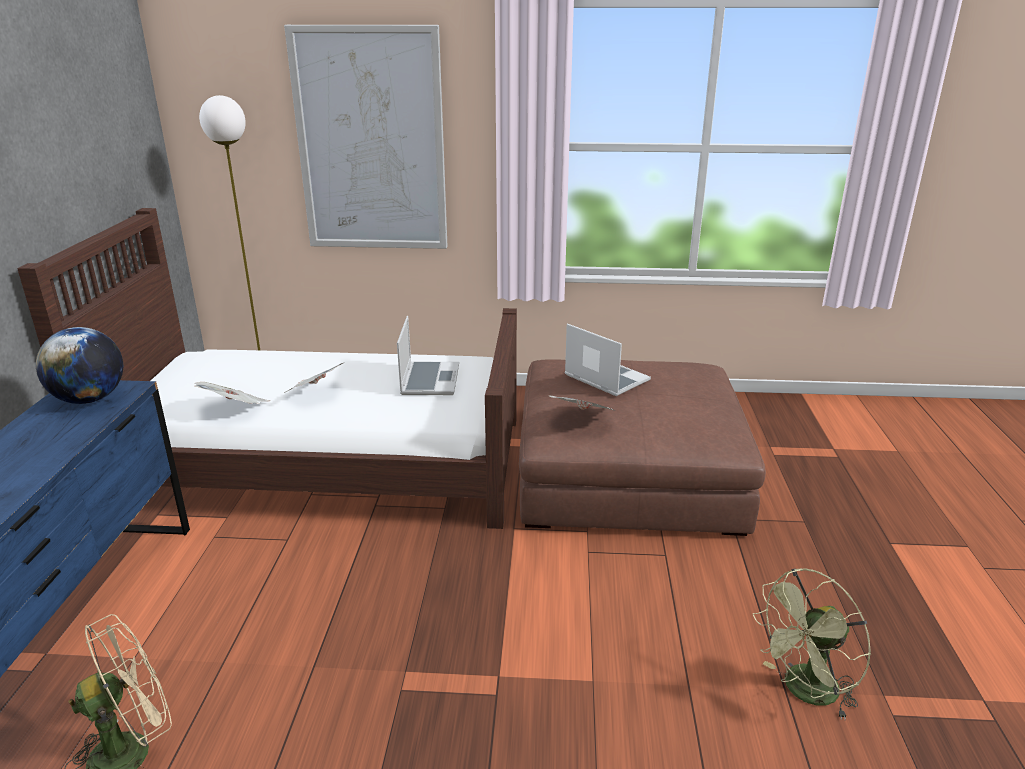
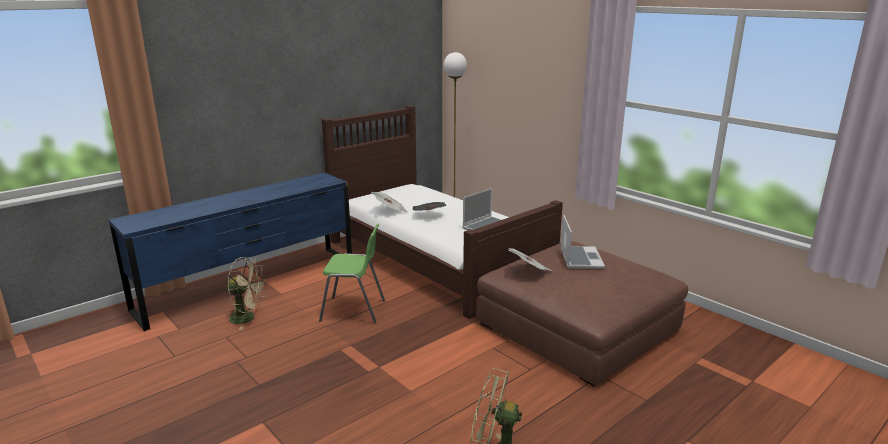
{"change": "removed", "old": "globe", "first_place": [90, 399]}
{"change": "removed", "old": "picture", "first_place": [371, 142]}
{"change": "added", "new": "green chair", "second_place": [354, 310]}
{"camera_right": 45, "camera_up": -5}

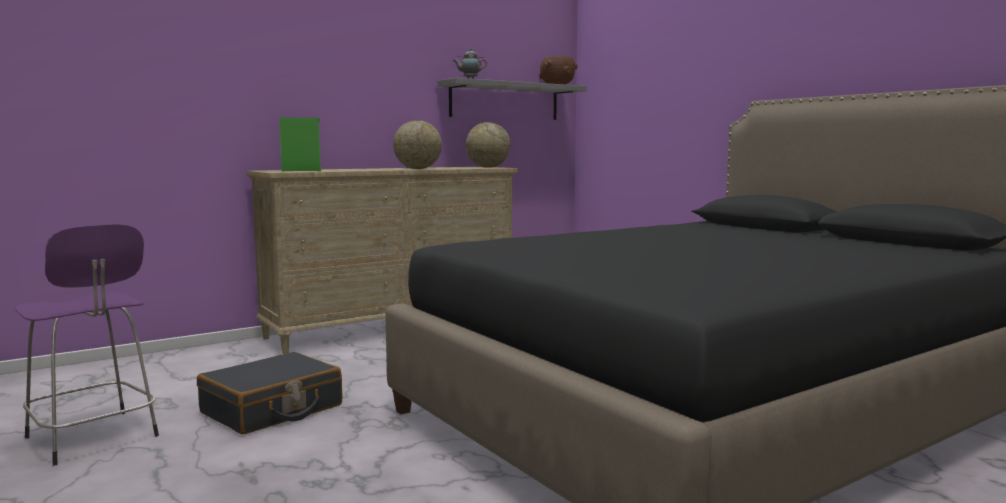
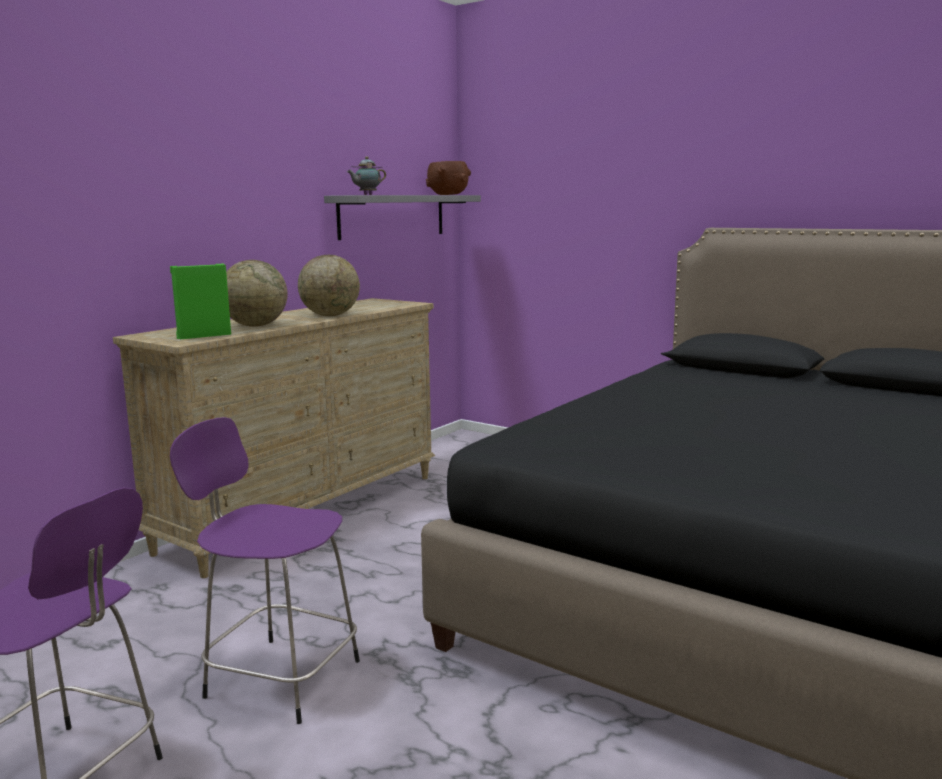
{"change": "moved", "old": "globe", "first_place": [488, 167], "second_place": [255, 325]}
{"change": "replaced", "old": "black suitcase", "new": "purple stool", "first_place": [272, 410], "second_place": [279, 677]}
{"camera_right": -20, "camera_up": 5}

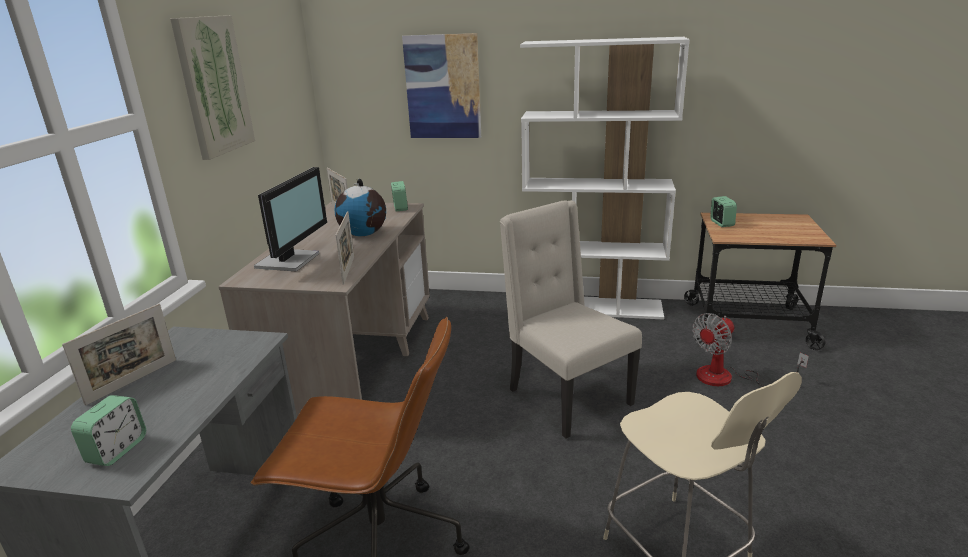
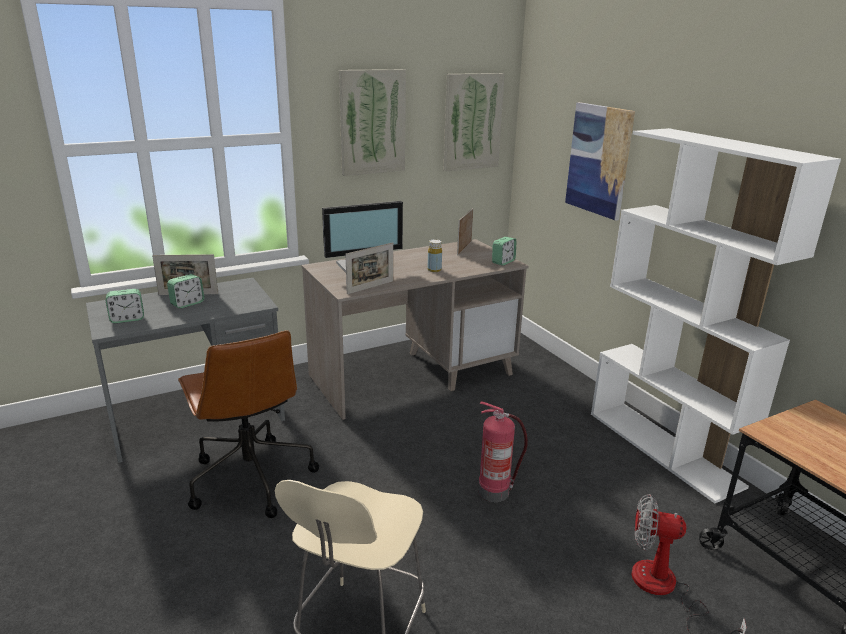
{"change": "added", "new": "picture", "second_place": [472, 122]}
{"change": "moved", "old": "alarm clock", "first_place": [721, 223], "second_place": [187, 303]}
{"change": "replaced", "old": "globe", "new": "yellow bottle", "first_place": [364, 234], "second_place": [434, 270]}
{"change": "replaced", "old": "beige chair", "new": "fire extinguisher", "first_place": [566, 397], "second_place": [495, 492]}
{"camera_right": 50, "camera_up": 0}

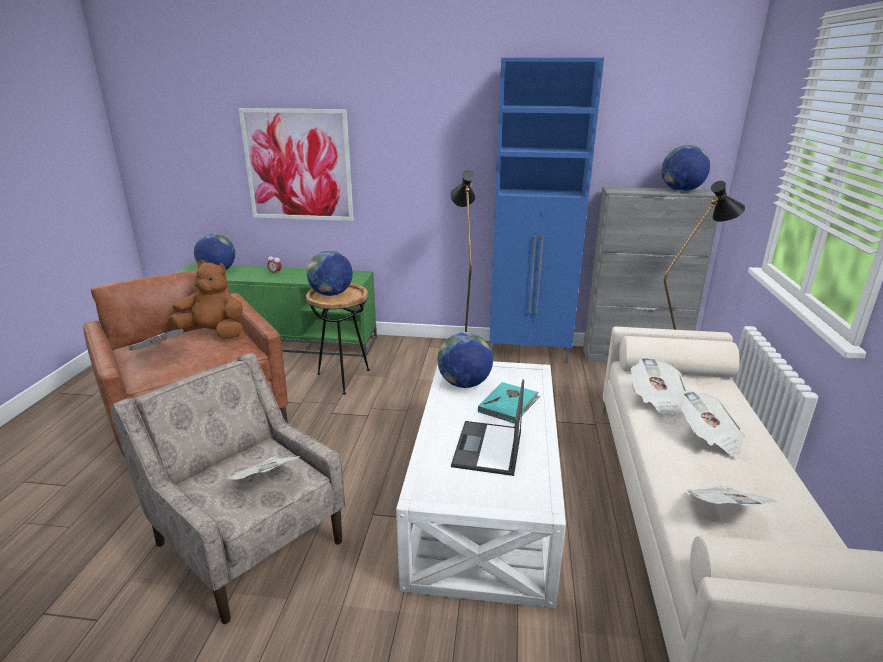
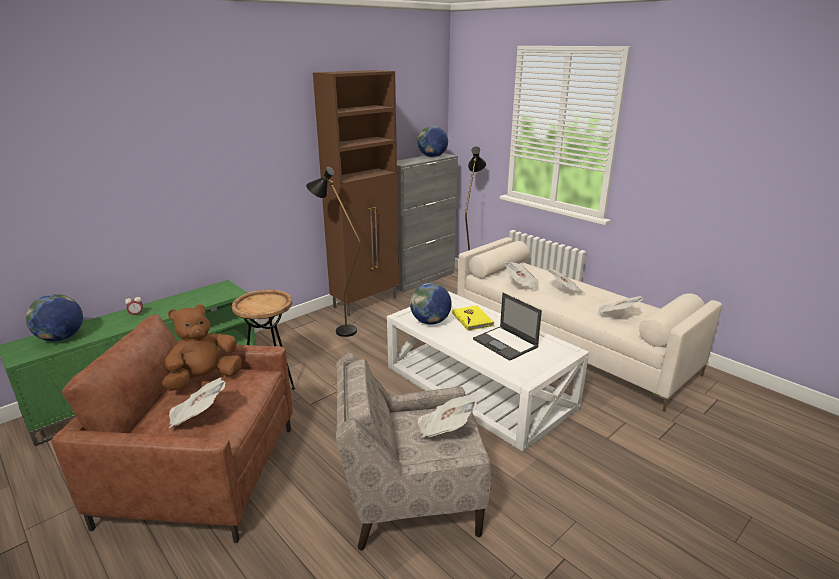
{"change": "removed", "old": "picture", "first_place": [298, 165]}
{"change": "removed", "old": "globe", "first_place": [331, 294]}
{"change": "recoloured", "old": "turquoise book", "new": "yellow book", "first_place": [509, 404], "second_place": [473, 319]}
{"change": "recoloured", "old": "blue cabinet", "new": "brown cabinet", "first_place": [530, 354], "second_place": [366, 302]}
{"camera_right": -50, "camera_up": 0}

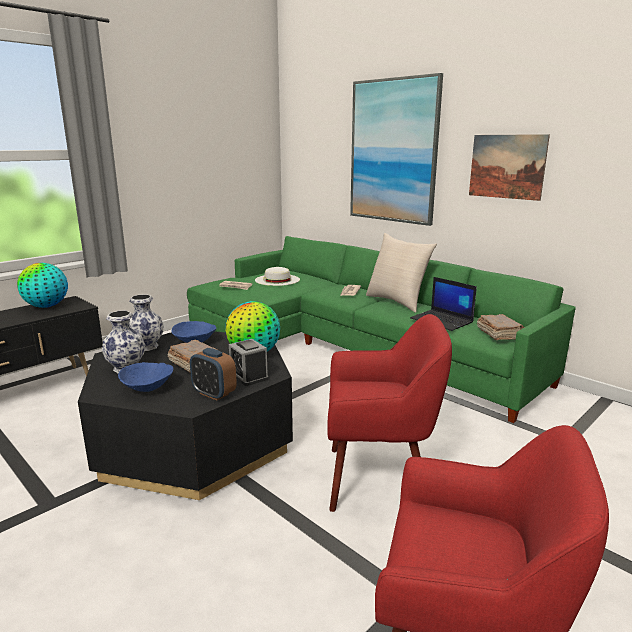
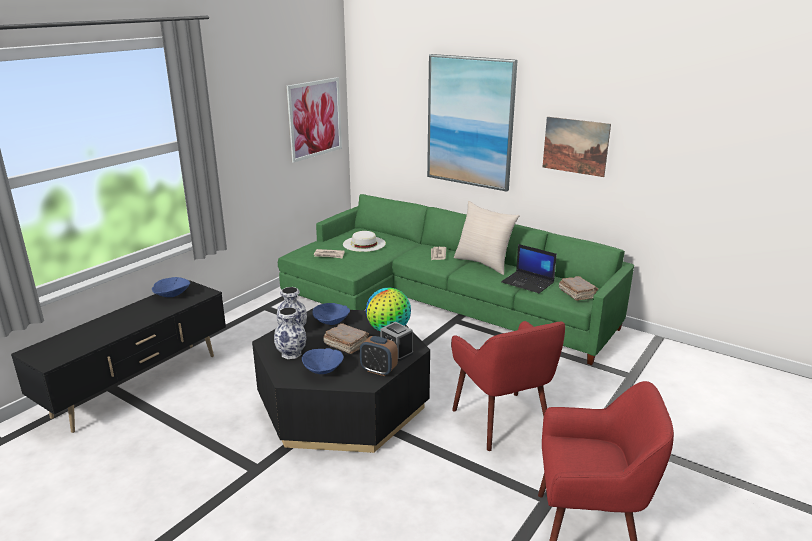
{"change": "added", "new": "picture", "second_place": [315, 119]}
{"change": "replaced", "old": "globe", "new": "blue bowl", "first_place": [46, 306], "second_place": [172, 295]}
{"change": "turned", "old": "red armchair", "first_place": [379, 479], "second_place": [502, 421], "degrees": 75}
{"camera_right": -10, "camera_up": 5}

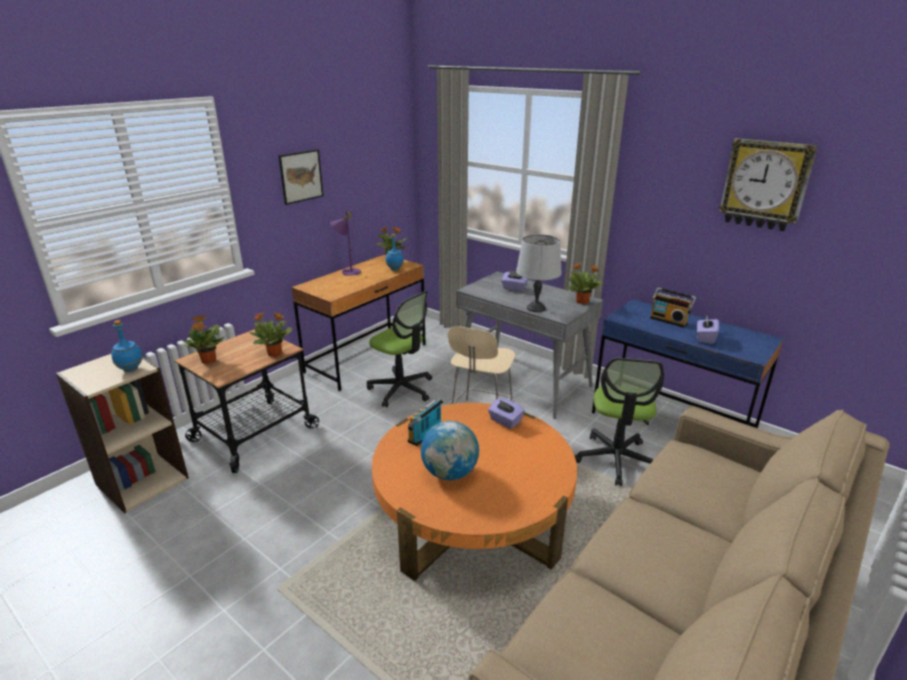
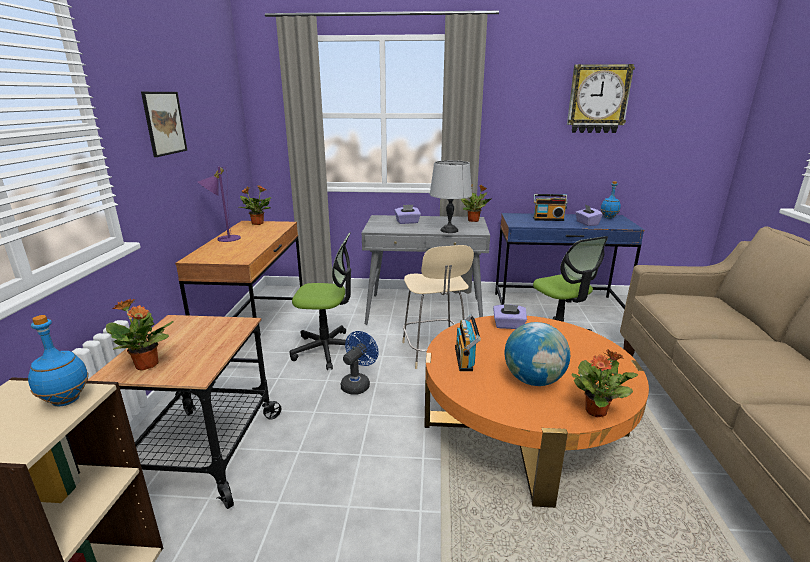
{"change": "added", "new": "blue fan", "second_place": [358, 384]}
{"change": "moved", "old": "potted plant", "first_place": [275, 354], "second_place": [596, 411]}
{"change": "moved", "old": "blue bottle", "first_place": [395, 269], "second_place": [608, 217]}
{"camera_right": -35, "camera_up": -5}

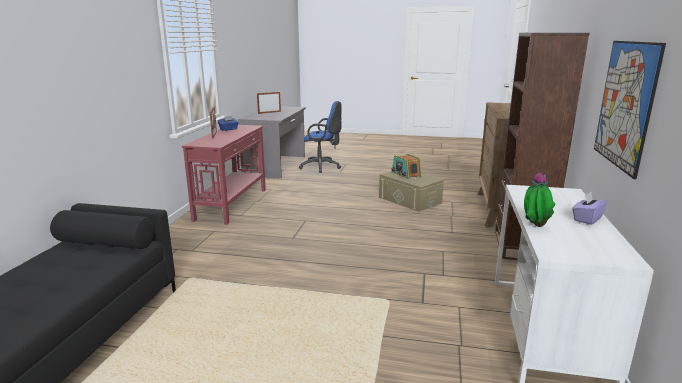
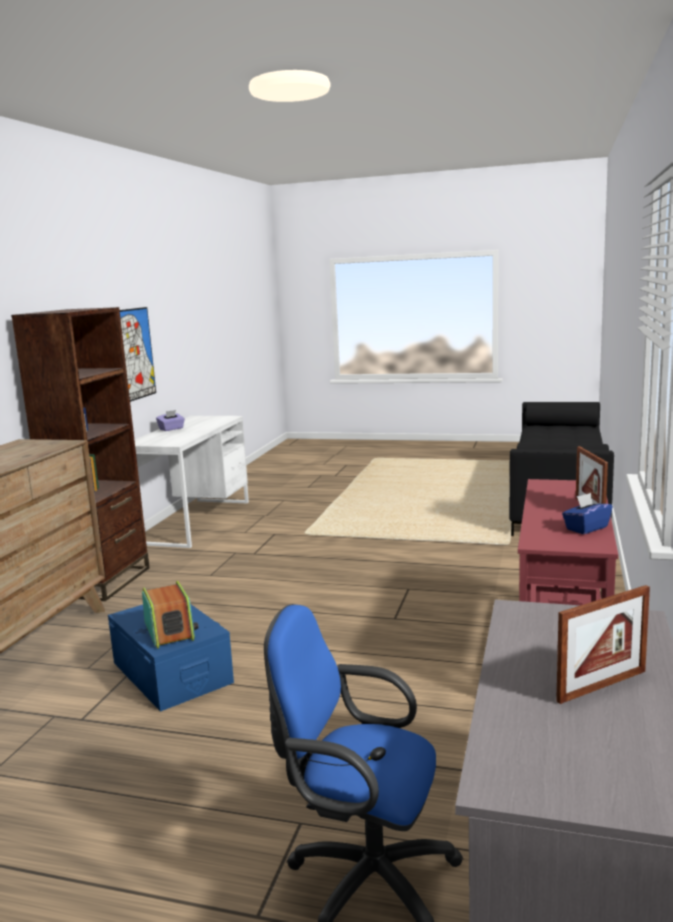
{"change": "removed", "old": "potted plant", "first_place": [534, 226]}
{"change": "recoloured", "old": "beige storage box", "new": "blue storage box", "first_place": [409, 200], "second_place": [171, 672]}
{"camera_right": -175, "camera_up": -5}

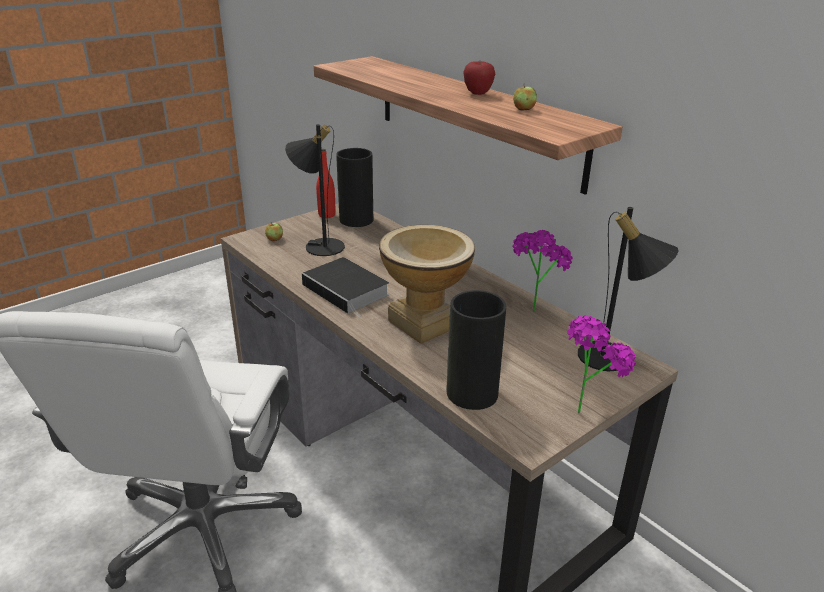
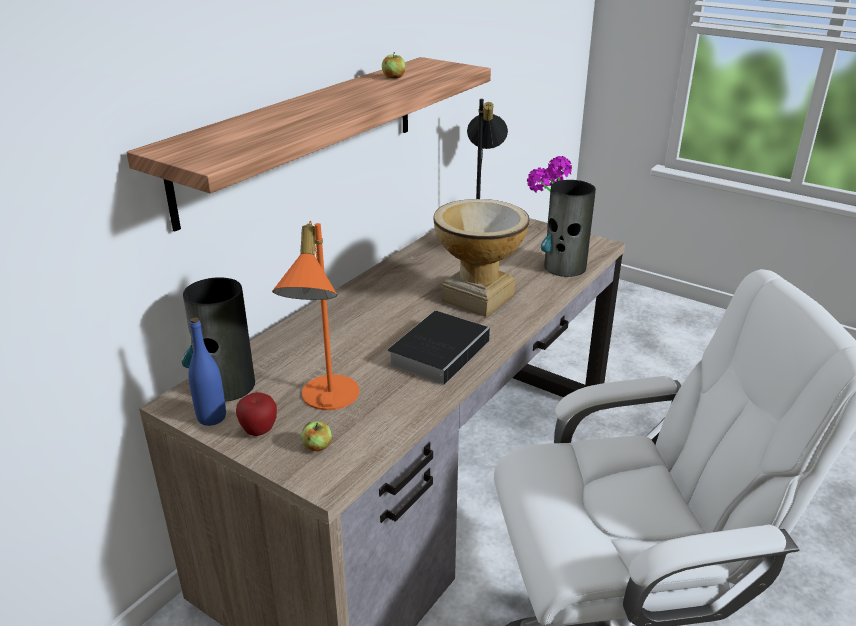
{"change": "removed", "old": "potted plant", "first_place": [534, 305]}
{"change": "moved", "old": "apple", "first_place": [478, 94], "second_place": [259, 431]}
{"change": "recoloured", "old": "black table lamp", "new": "orange table lamp", "first_place": [319, 245], "second_place": [324, 399]}
{"change": "recoloured", "old": "red bottle", "new": "blue bottle", "first_place": [326, 215], "second_place": [211, 417]}
{"camera_right": -105, "camera_up": 0}

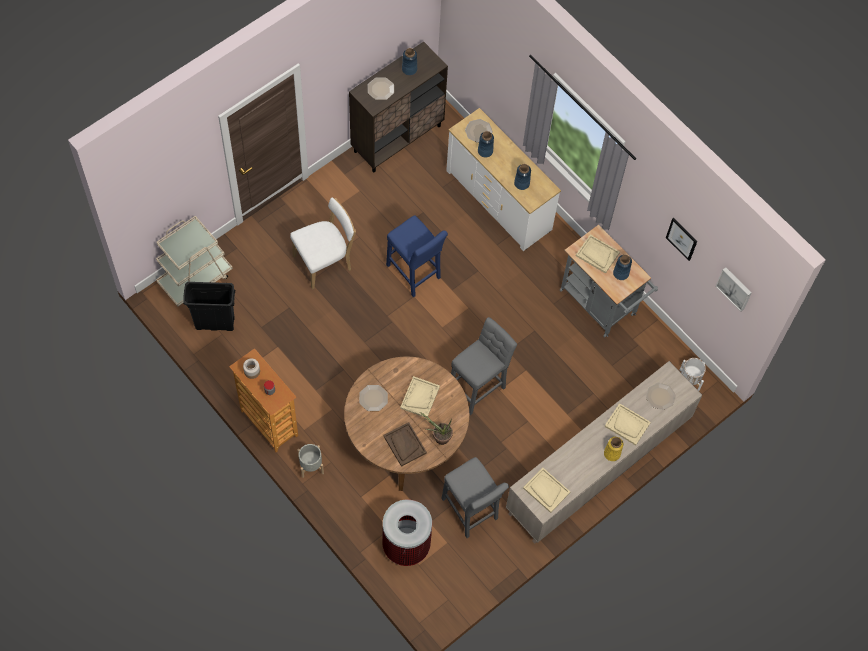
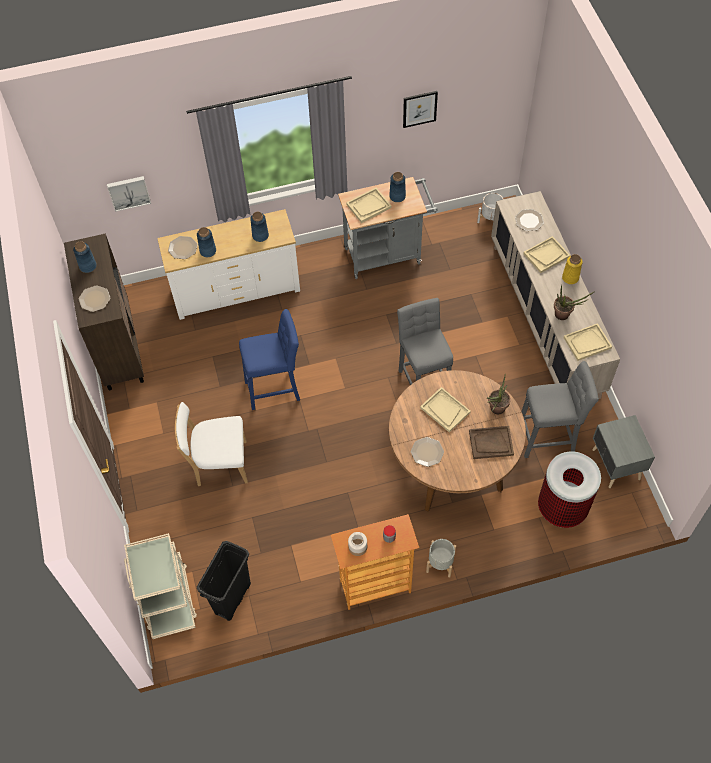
{"change": "added", "new": "potted plant", "second_place": [565, 315]}
{"change": "added", "new": "grey nightstand", "second_place": [615, 465]}
{"change": "moved", "old": "picture", "first_place": [735, 288], "second_place": [128, 192]}
{"change": "turned", "old": "white chair", "first_place": [325, 262], "second_place": [219, 464], "degrees": -90}
{"camera_right": -60, "camera_up": -5}

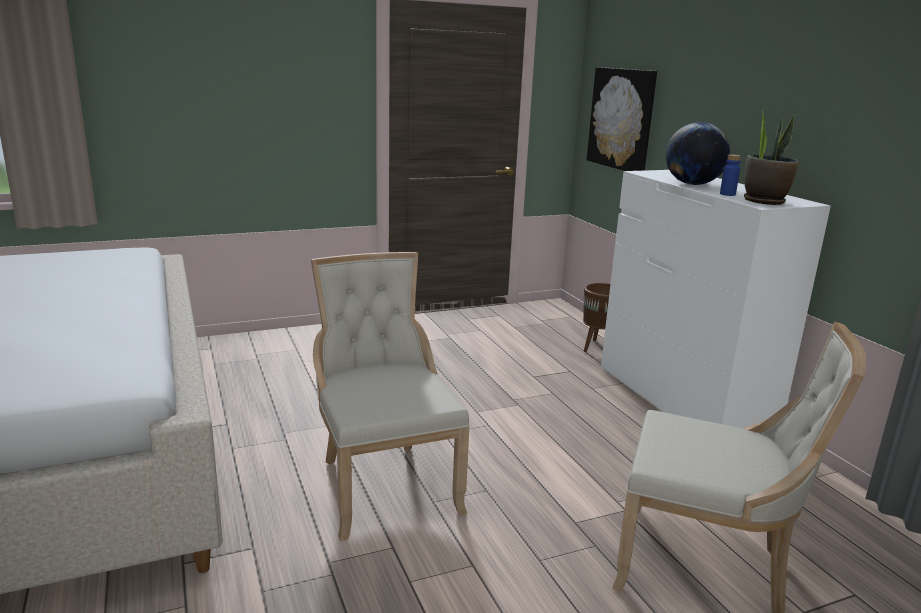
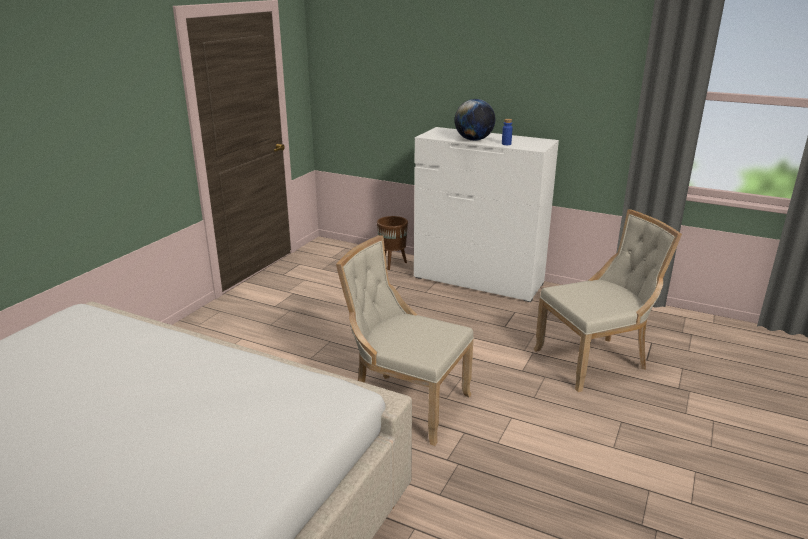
{"change": "removed", "old": "picture", "first_place": [622, 119]}
{"change": "removed", "old": "potted plant", "first_place": [764, 201]}
{"camera_right": -40, "camera_up": 5}

